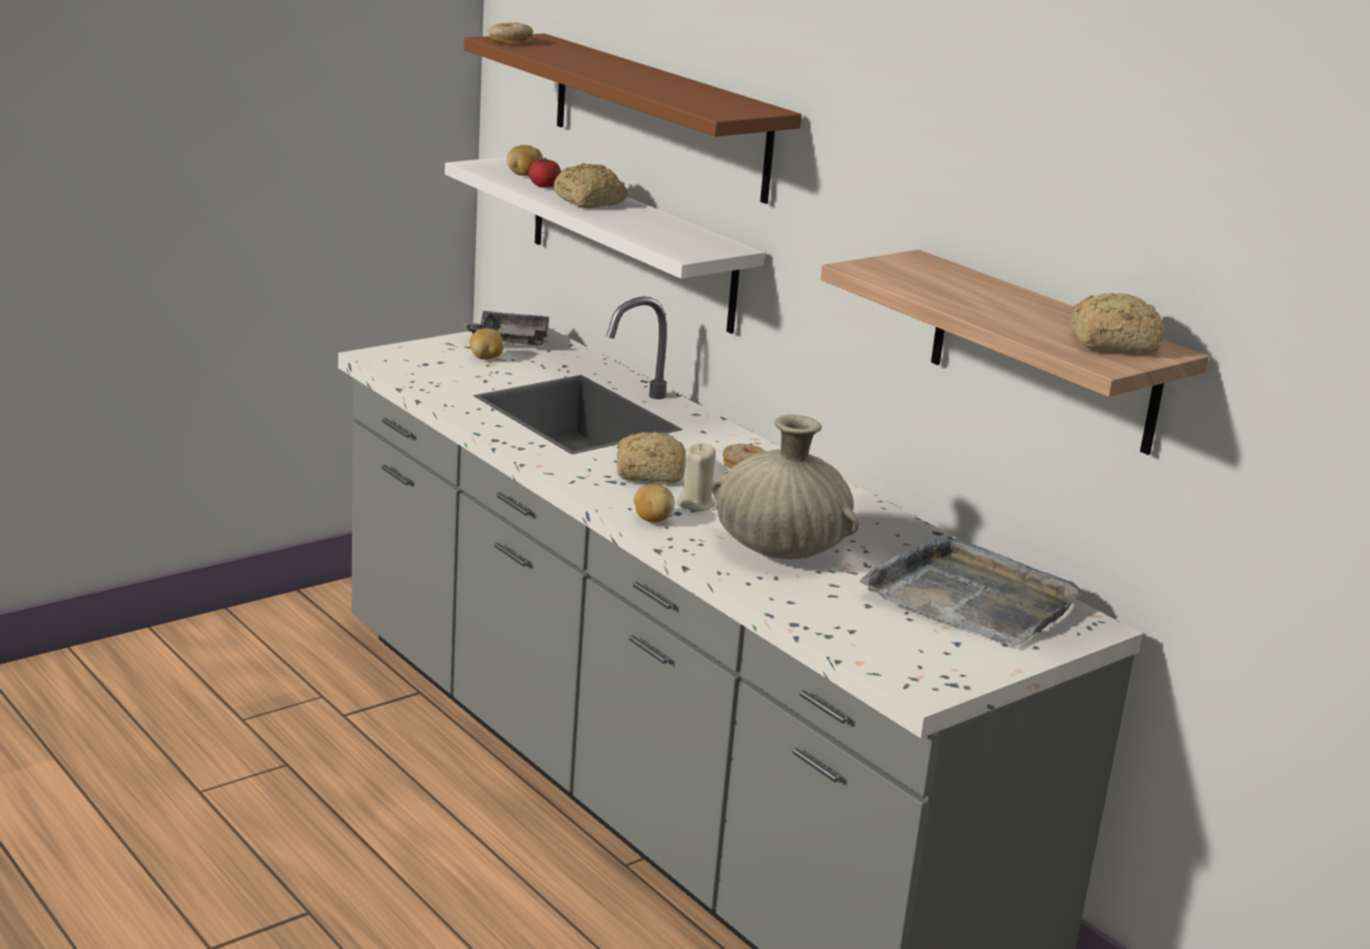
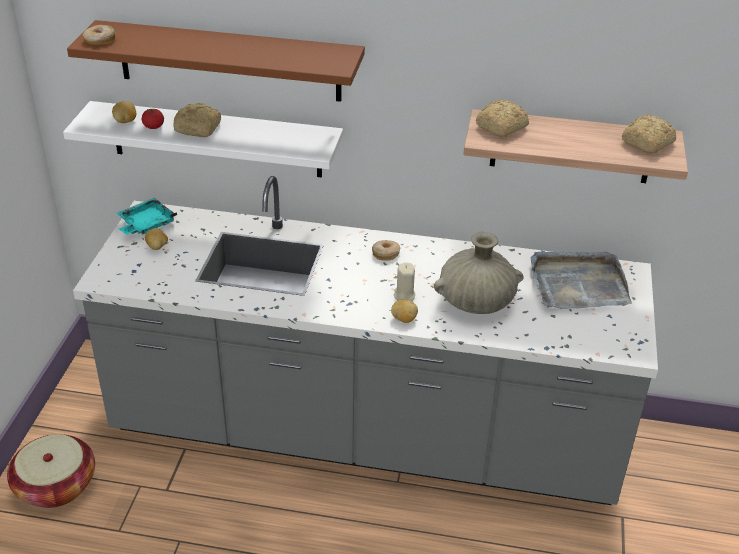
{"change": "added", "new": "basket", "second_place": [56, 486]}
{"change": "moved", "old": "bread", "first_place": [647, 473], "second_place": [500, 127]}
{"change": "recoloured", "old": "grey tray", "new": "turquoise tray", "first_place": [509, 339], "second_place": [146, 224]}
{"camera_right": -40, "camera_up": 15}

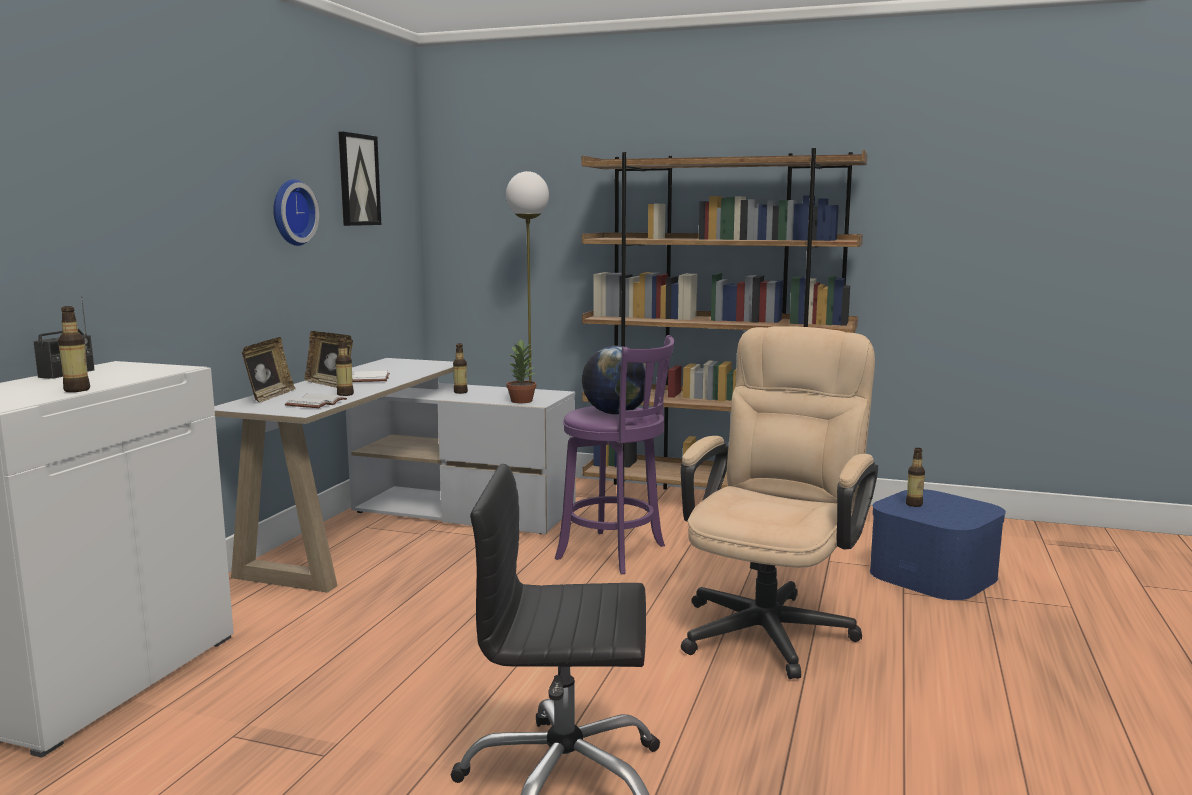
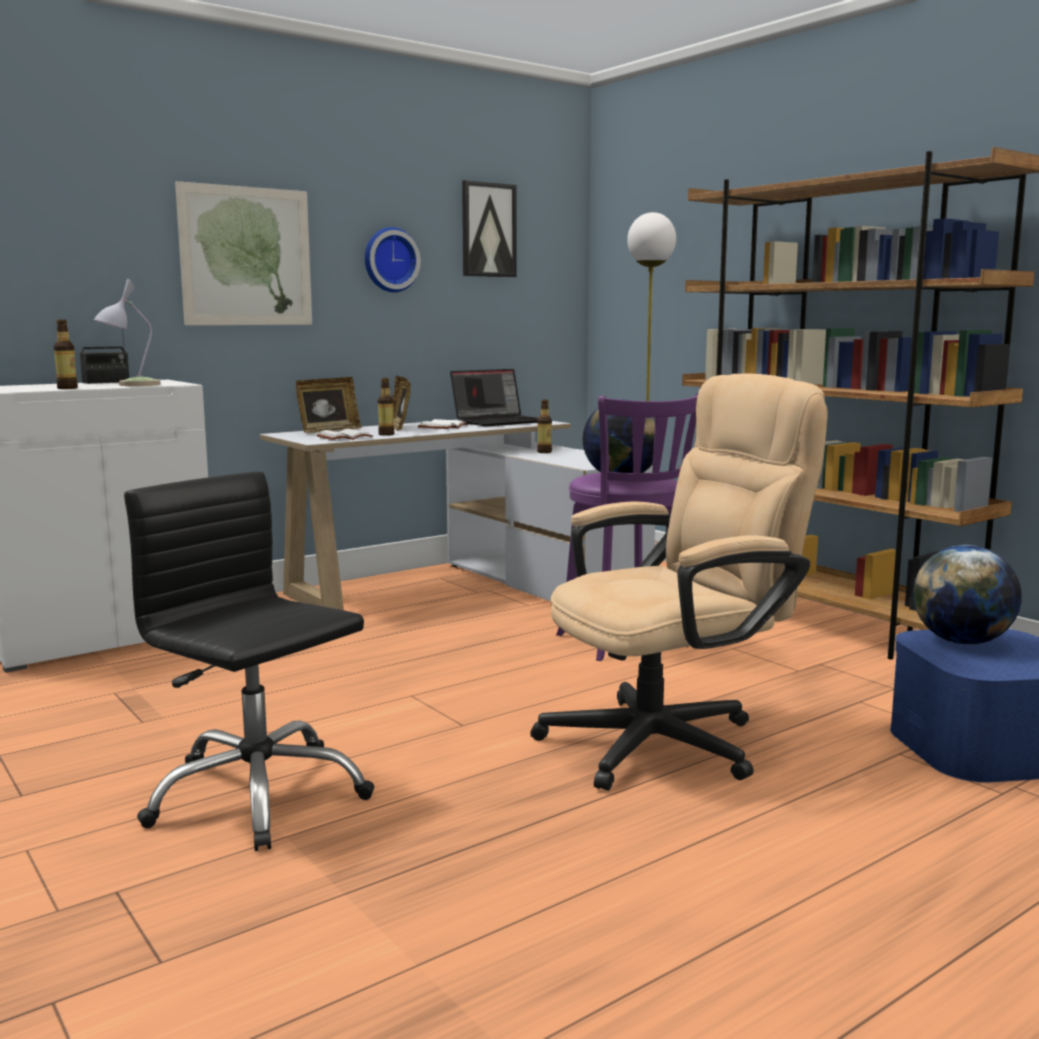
{"change": "removed", "old": "potted plant", "first_place": [522, 401]}
{"change": "added", "new": "table lamp", "second_place": [130, 385]}
{"change": "added", "new": "picture", "second_place": [246, 256]}
{"change": "added", "new": "laptop", "second_place": [500, 422]}
{"change": "replaced", "old": "bottle", "new": "globe", "first_place": [914, 504], "second_place": [962, 642]}
{"camera_right": 35, "camera_up": 0}

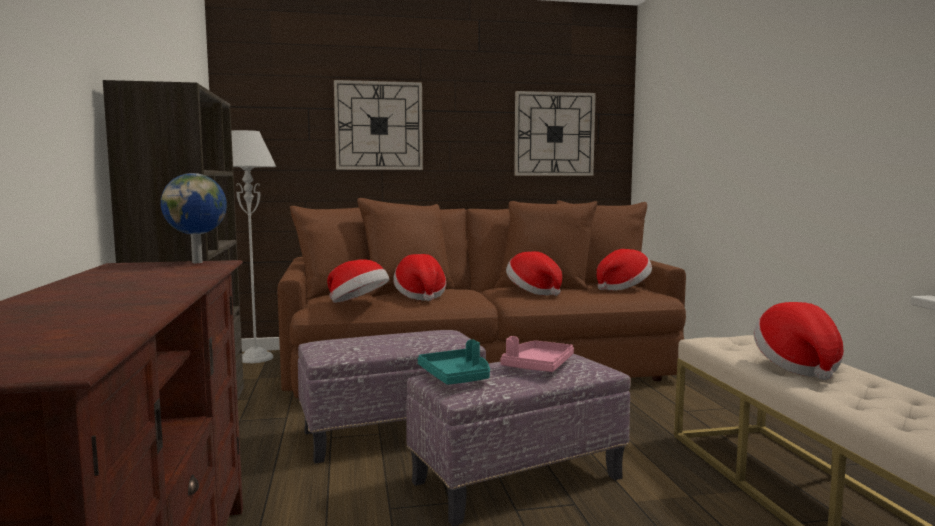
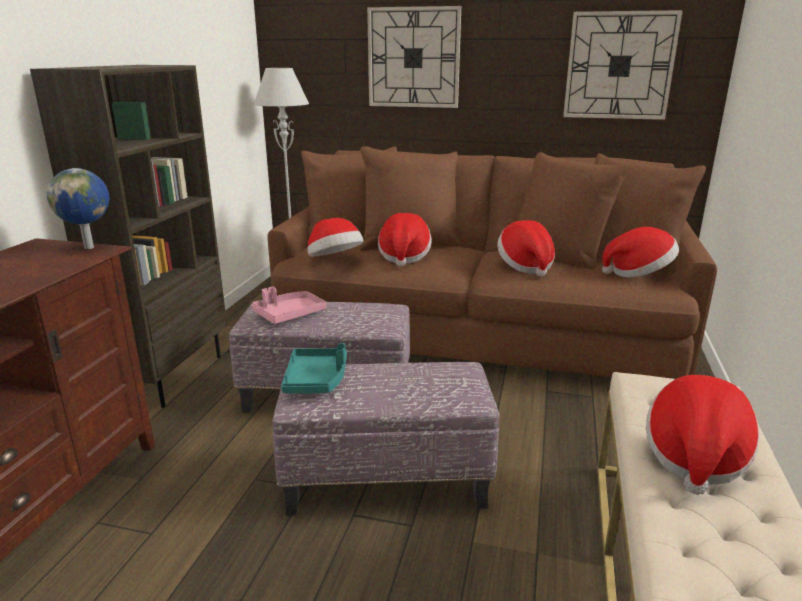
{"change": "moved", "old": "pink tray", "first_place": [537, 366], "second_place": [289, 314]}
{"camera_right": 25, "camera_up": 15}

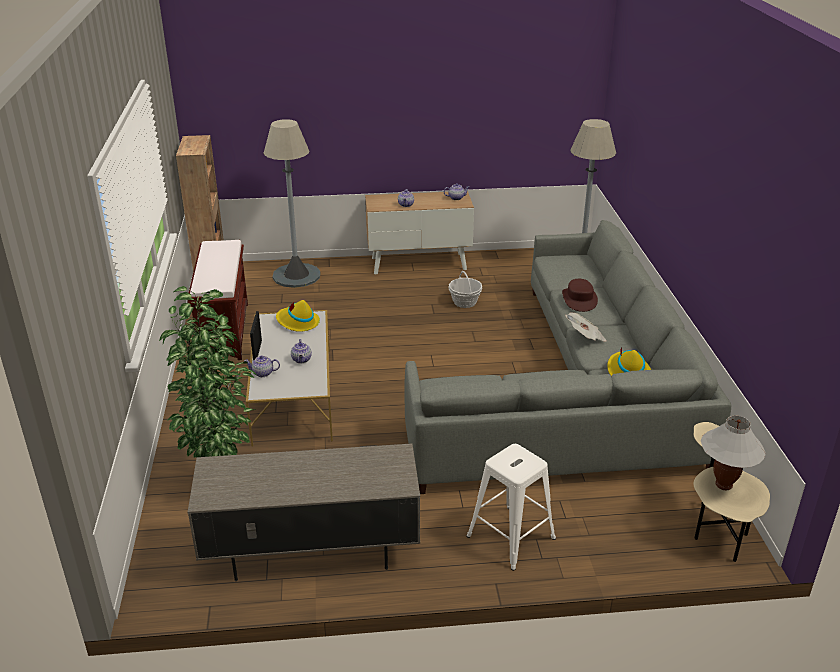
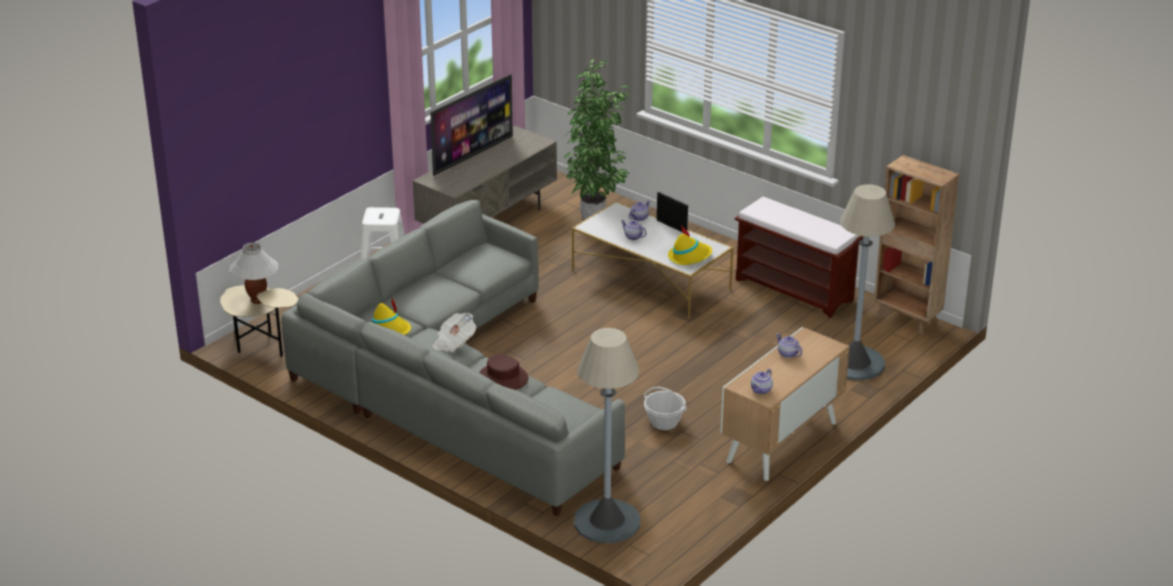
{"change": "added", "new": "television", "second_place": [472, 155]}
{"camera_right": 135, "camera_up": 0}

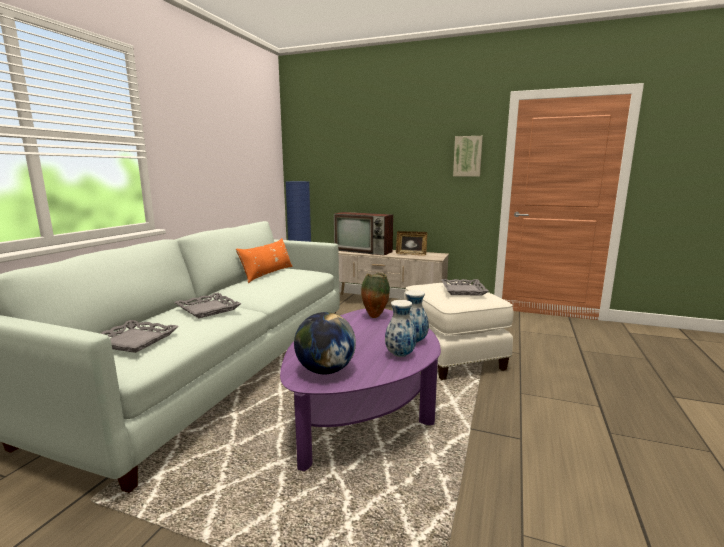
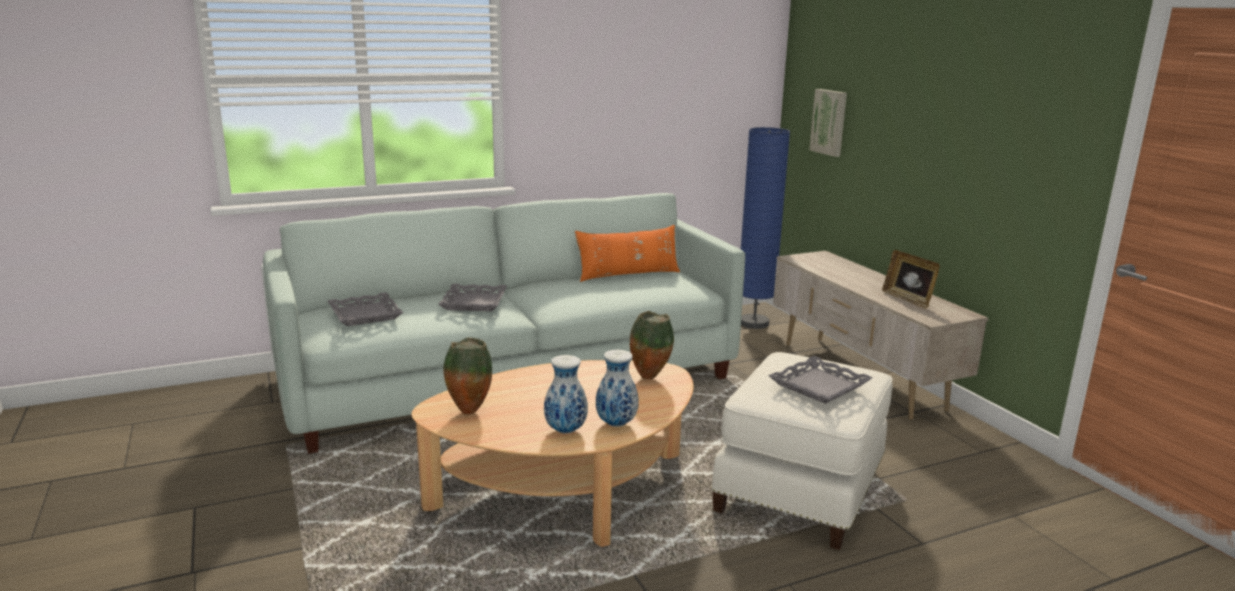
{"change": "removed", "old": "television", "first_place": [364, 251]}
{"change": "moved", "old": "picture", "first_place": [467, 156], "second_place": [830, 122]}
{"change": "replaced", "old": "globe", "new": "vase", "first_place": [325, 370], "second_place": [469, 411]}
{"change": "recoloured", "old": "purple coffee table", "new": "beige coffee table", "first_place": [363, 409], "second_place": [566, 491]}
{"camera_right": 45, "camera_up": 5}

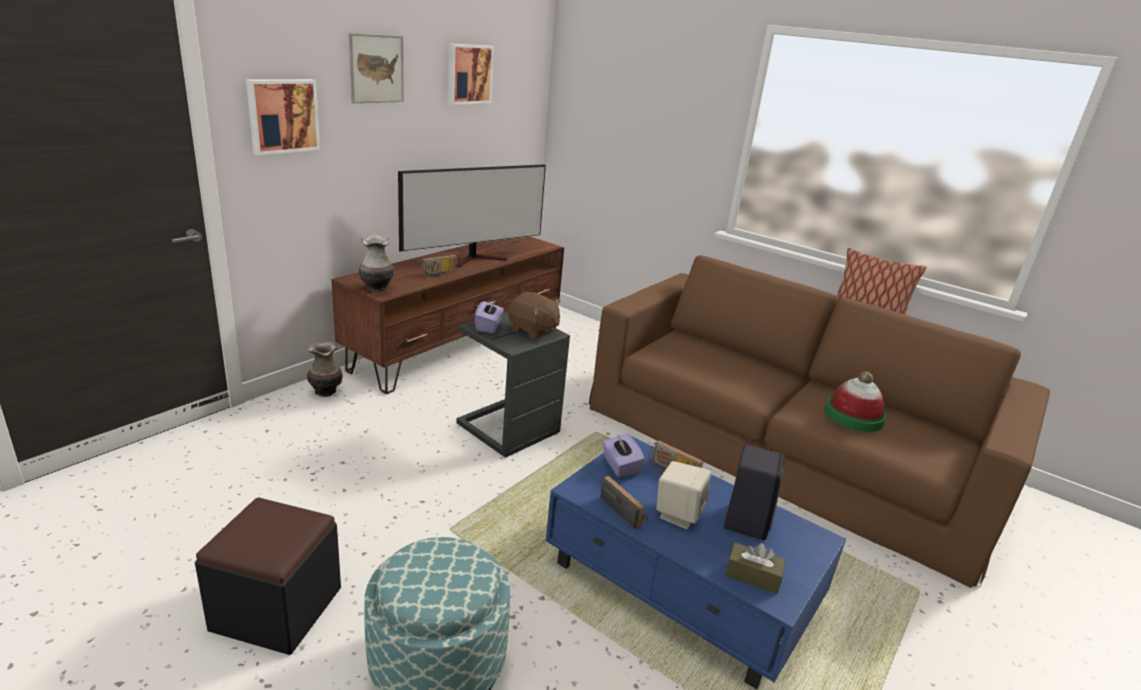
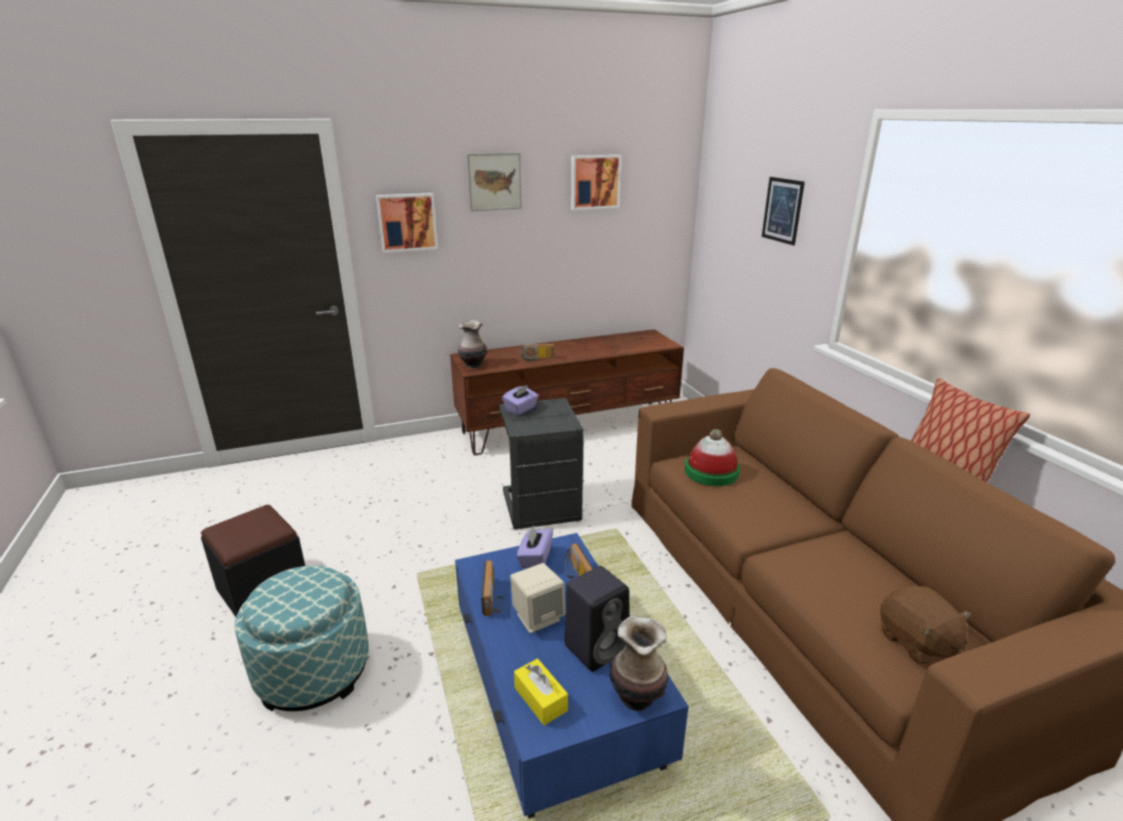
{"change": "removed", "old": "television", "first_place": [478, 259]}
{"change": "added", "new": "picture", "second_place": [782, 210]}
{"change": "moved", "old": "vase", "first_place": [325, 391], "second_place": [636, 695]}
{"change": "moved", "old": "brown plush toy", "first_place": [533, 330], "second_place": [916, 643]}
{"change": "moved", "old": "hat", "first_place": [853, 416], "second_place": [711, 471]}
{"change": "recoloured", "old": "brown tissue box", "new": "yellow tissue box", "first_place": [752, 576], "second_place": [540, 699]}
{"camera_right": 35, "camera_up": 0}

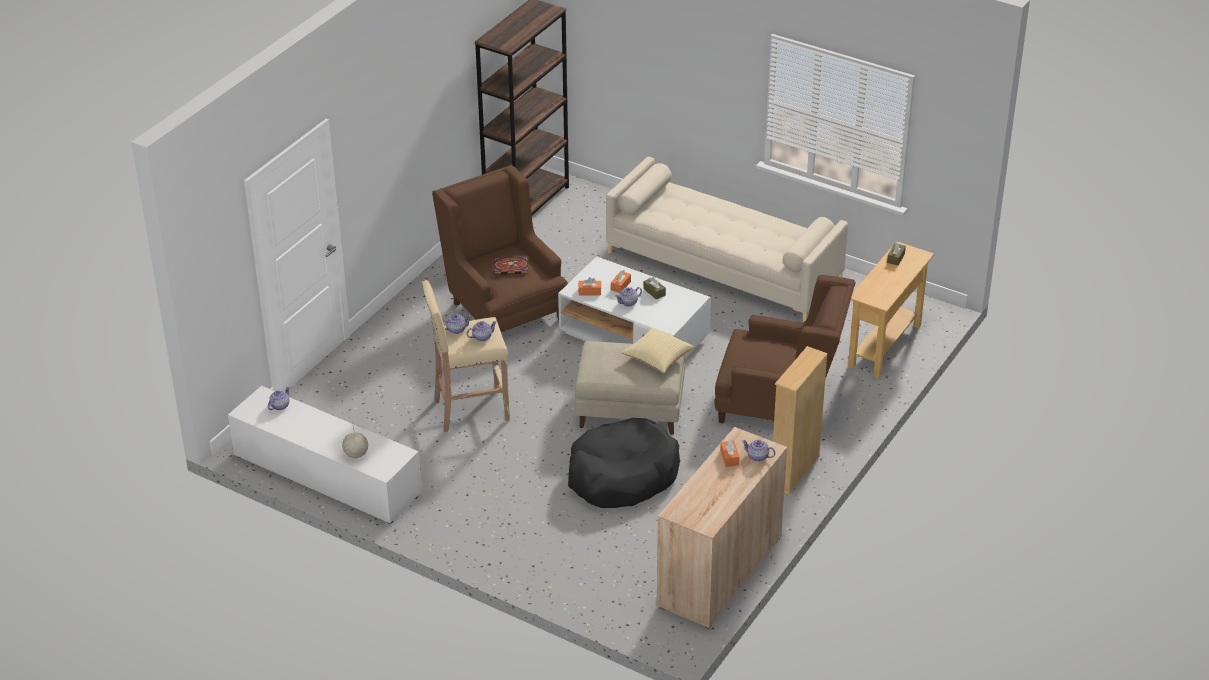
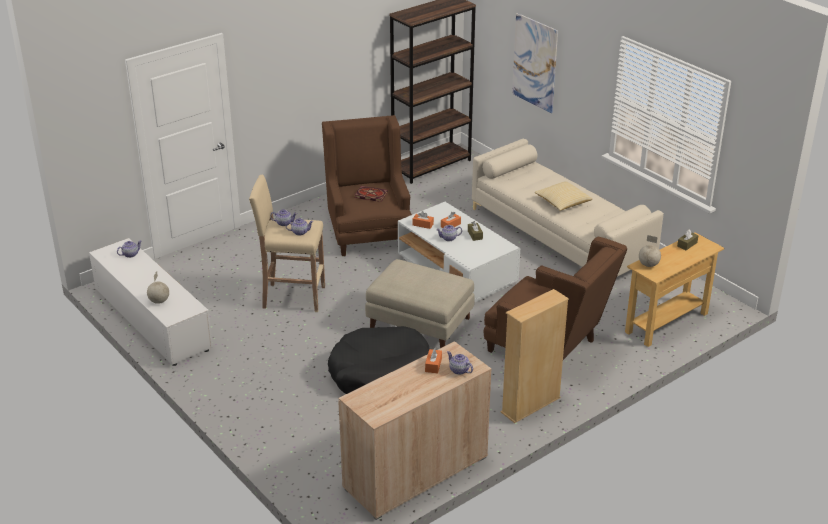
{"change": "added", "new": "picture", "second_place": [534, 63]}
{"change": "added", "new": "globe", "second_place": [648, 265]}
{"change": "moved", "old": "pillow", "first_place": [657, 358], "second_place": [562, 203]}
{"camera_right": 20, "camera_up": -5}

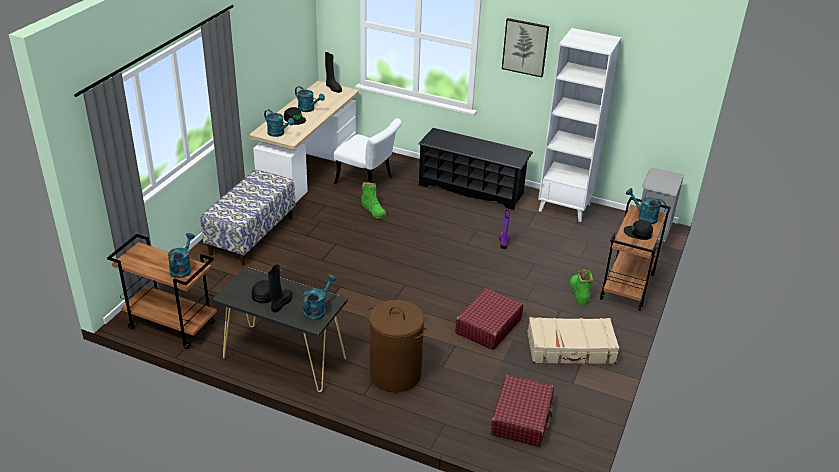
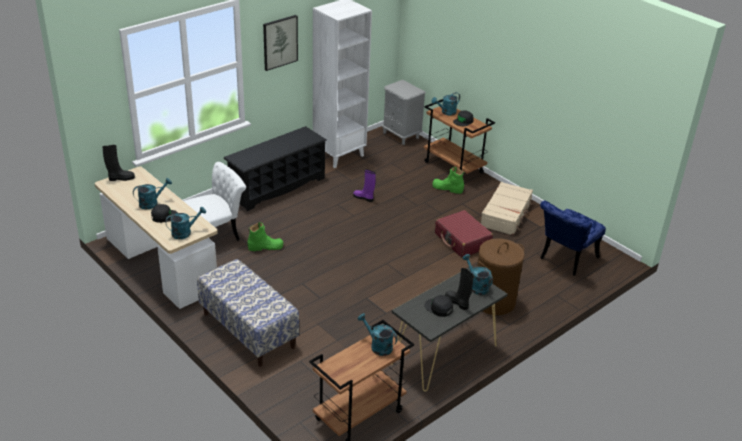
{"change": "replaced", "old": "red suitcase", "new": "blue chair", "first_place": [521, 418], "second_place": [565, 259]}
{"camera_right": -65, "camera_up": 0}

